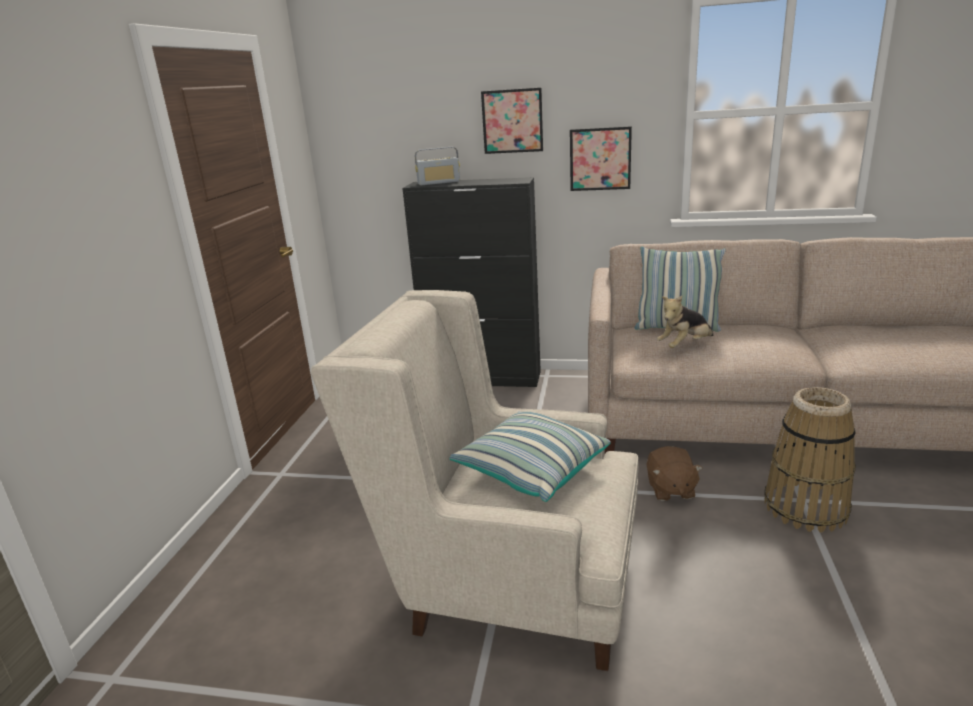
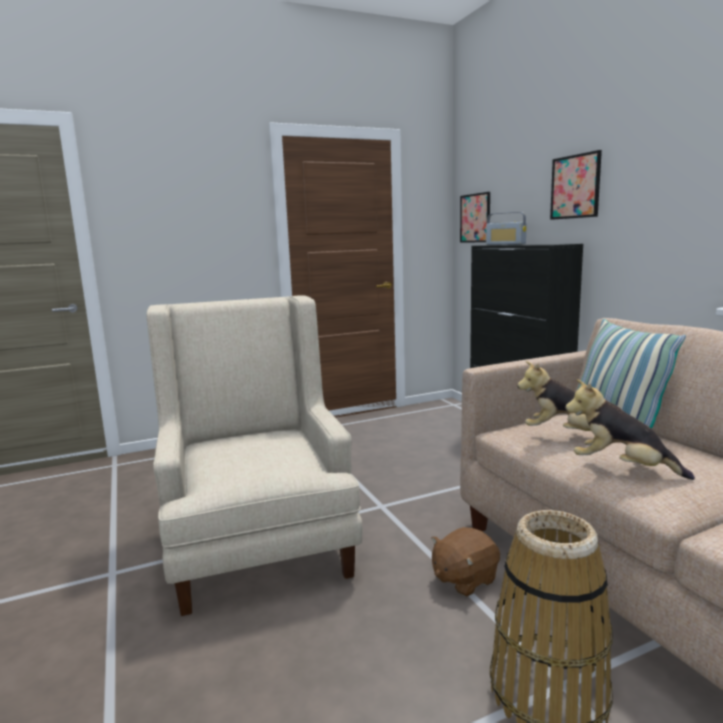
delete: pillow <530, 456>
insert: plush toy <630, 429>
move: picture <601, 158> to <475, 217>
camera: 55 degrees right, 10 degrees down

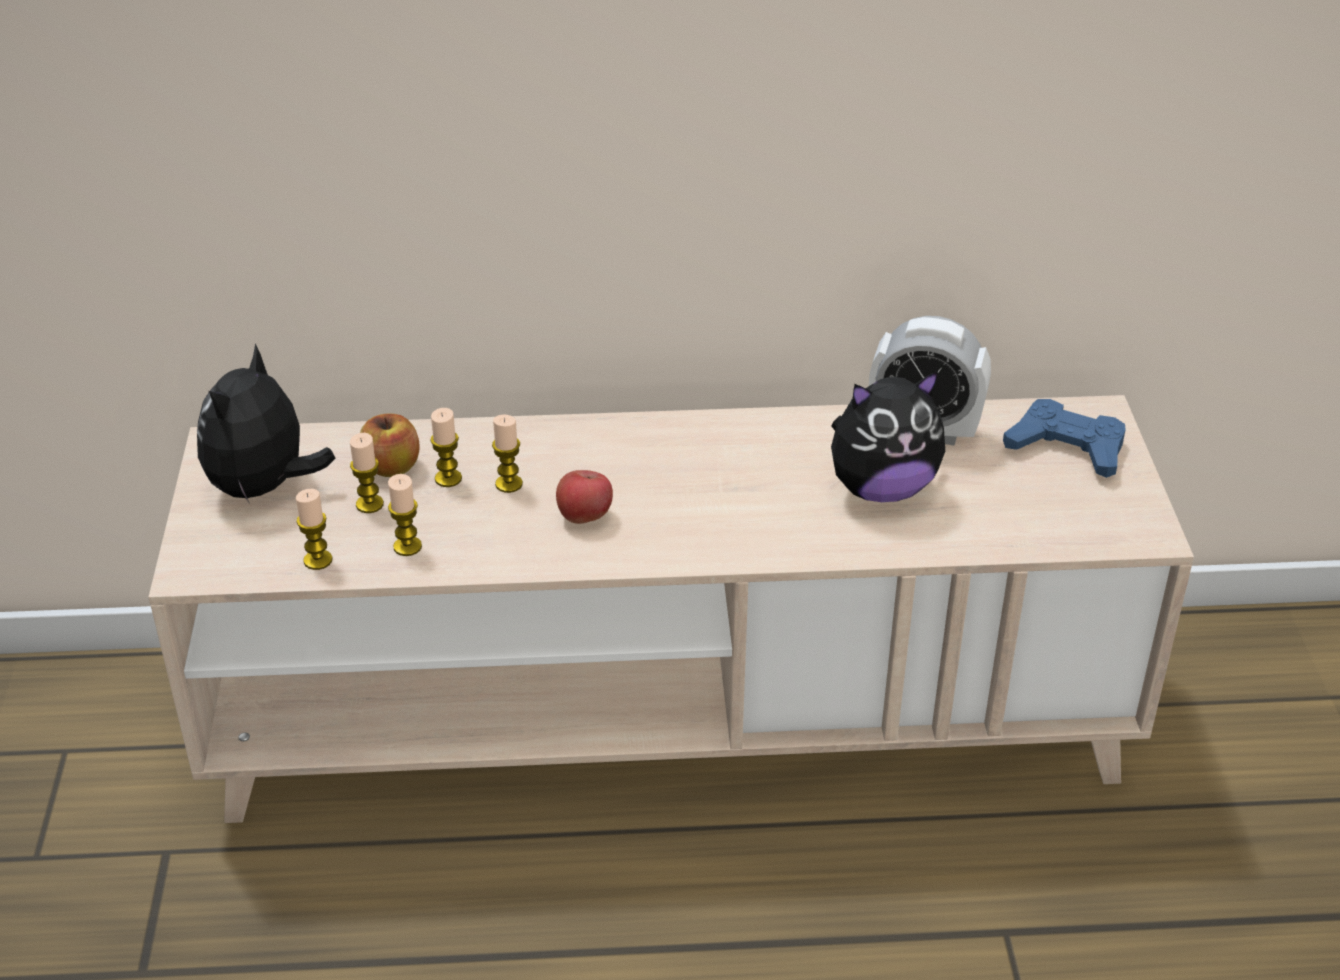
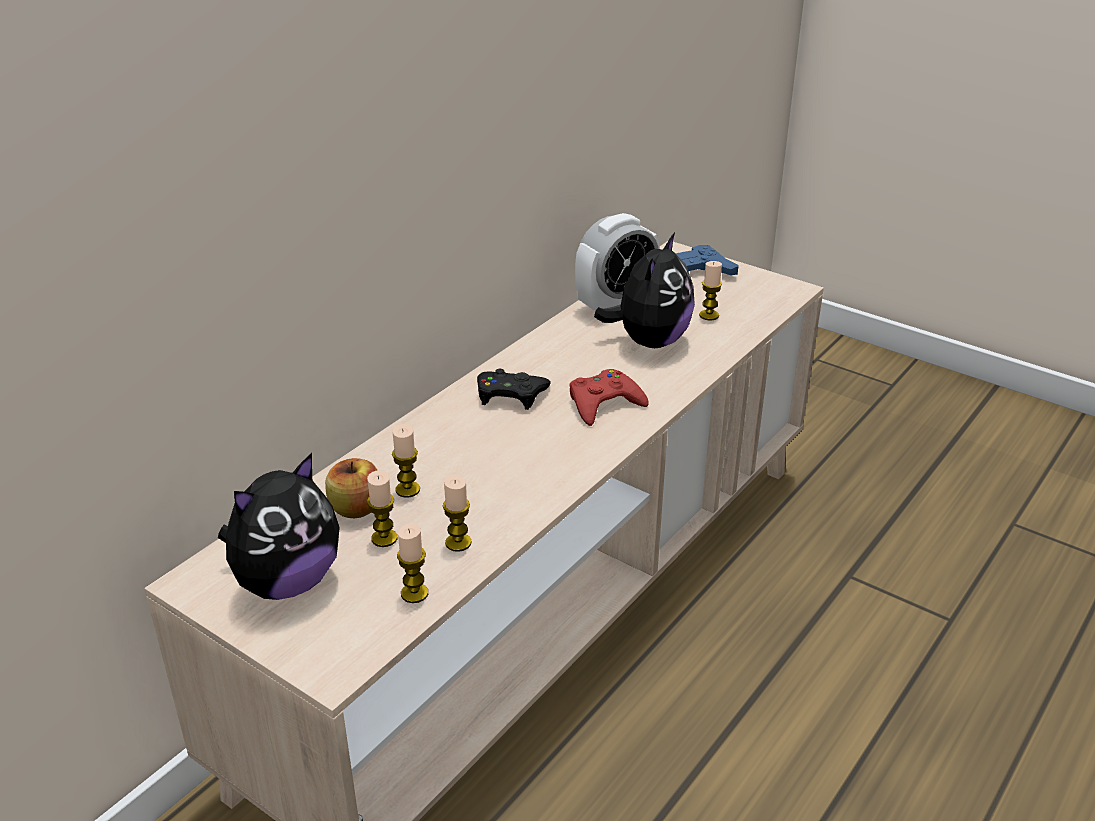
delete: apple <584, 497>
insert: game controller (black) <514, 389>; game controller (red) <609, 397>
move: candle <507, 454> to <710, 290>
rotate: plush toy <266, 423> = <279, 526> 105 degrees counterclockwise
camera: 50 degrees left, 5 degrees down

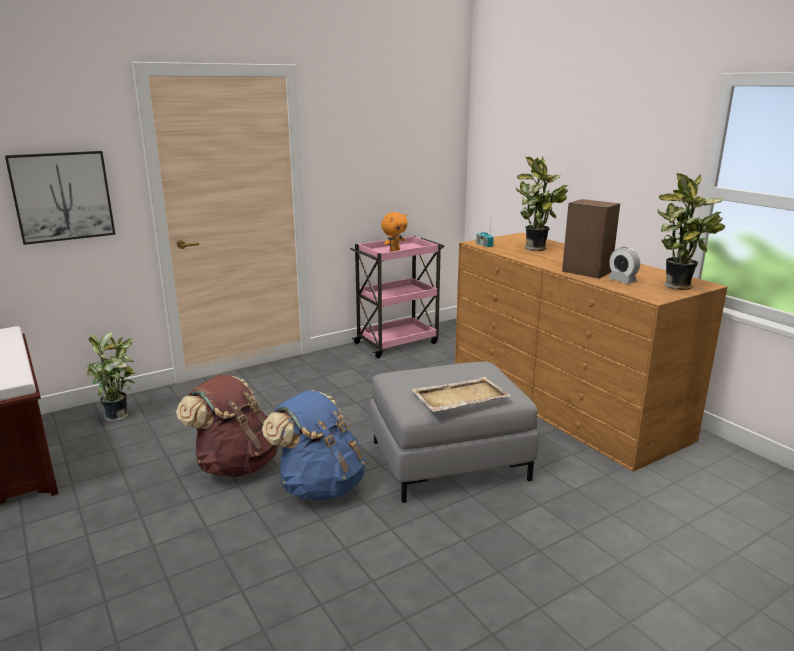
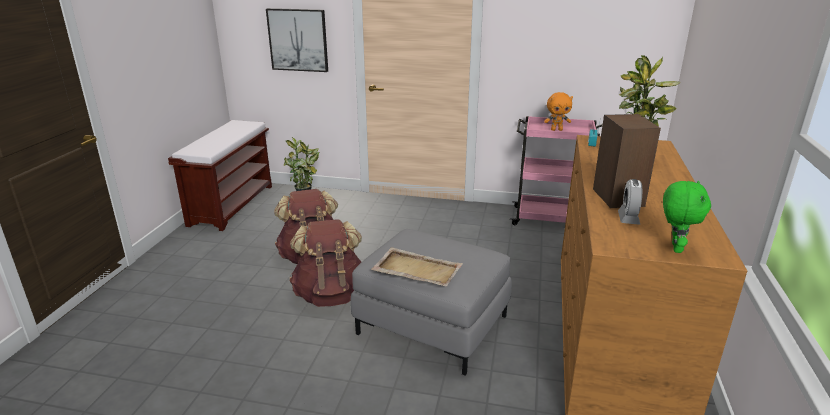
replace: potted plant <691, 231> to plush toy (green) <687, 217>
recolor: backpack (blue) <314, 445> to backpack (brown) <325, 263>
camera: 45 degrees right, 5 degrees up

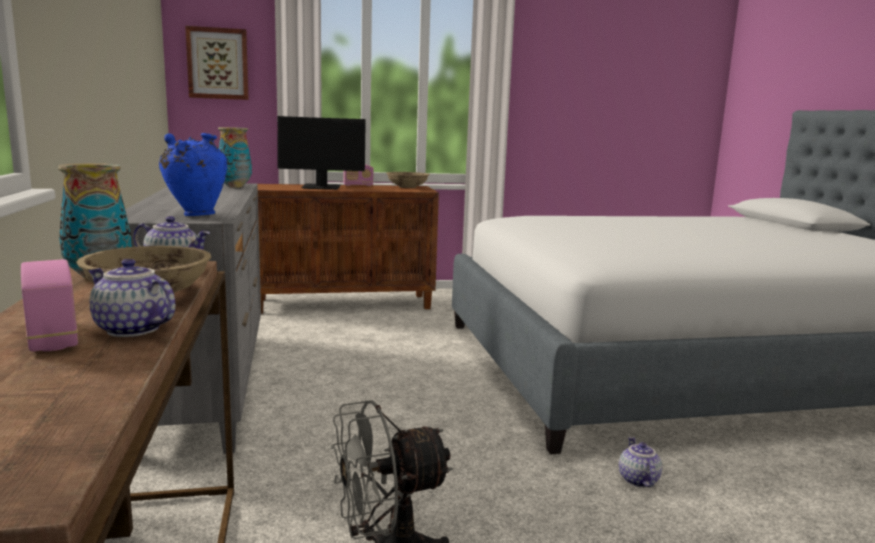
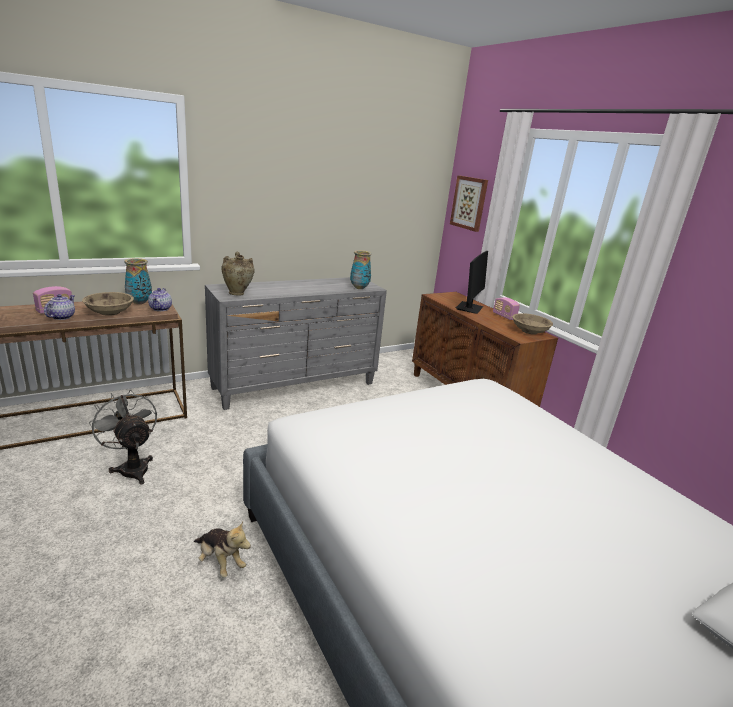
replace: teapot <640, 462> to plush toy <222, 549>
recolor: vase (blue) <193, 174> to vase (beige) <238, 274>
rotate: monitor <321, 153> = <472, 282> 135 degrees counterclockwise
camera: 70 degrees right, 10 degrees up

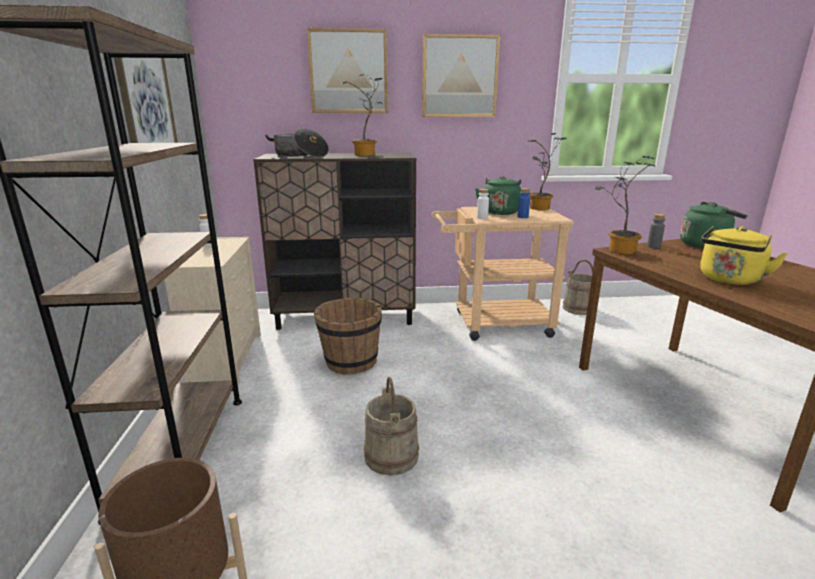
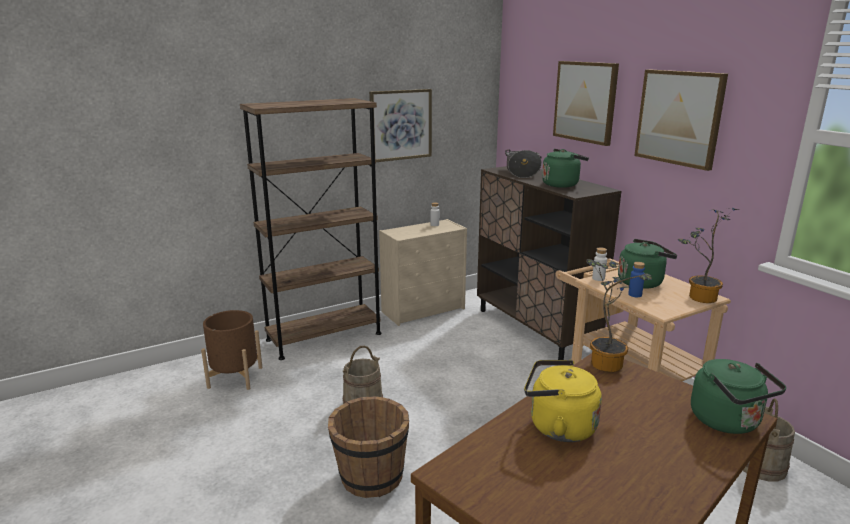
delete: bottle (grey) <656, 231>
move: bucket (brown) <348, 336> to <368, 447>
replace: potted plant <362, 115> to kettle (green) <565, 168>
camera: 65 degrees right, 0 degrees up

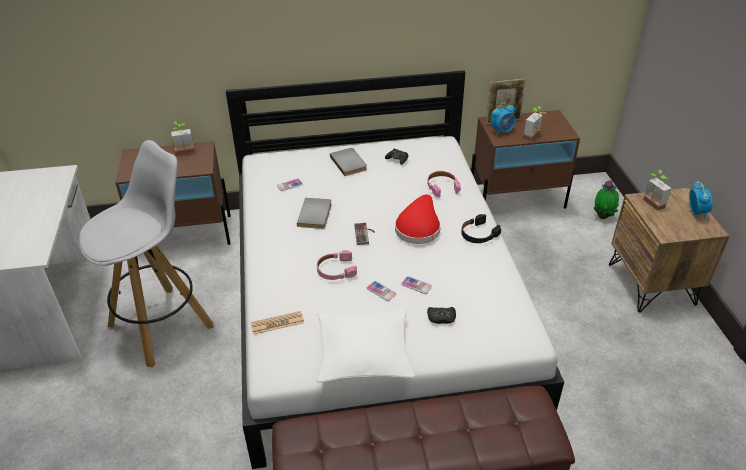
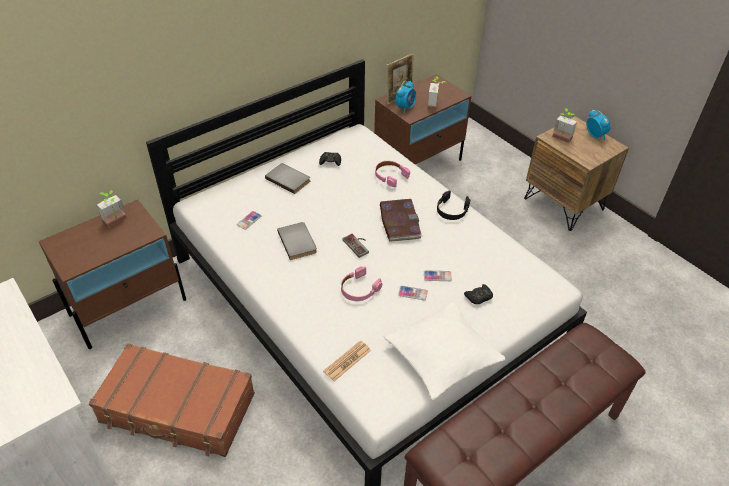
delete: potted plant <606, 199>
replace: stool (white) <146, 254> to suitcase (brown) <172, 400>; hat (red) <418, 219> to book <401, 220>
camera: 30 degrees left, 5 degrees up

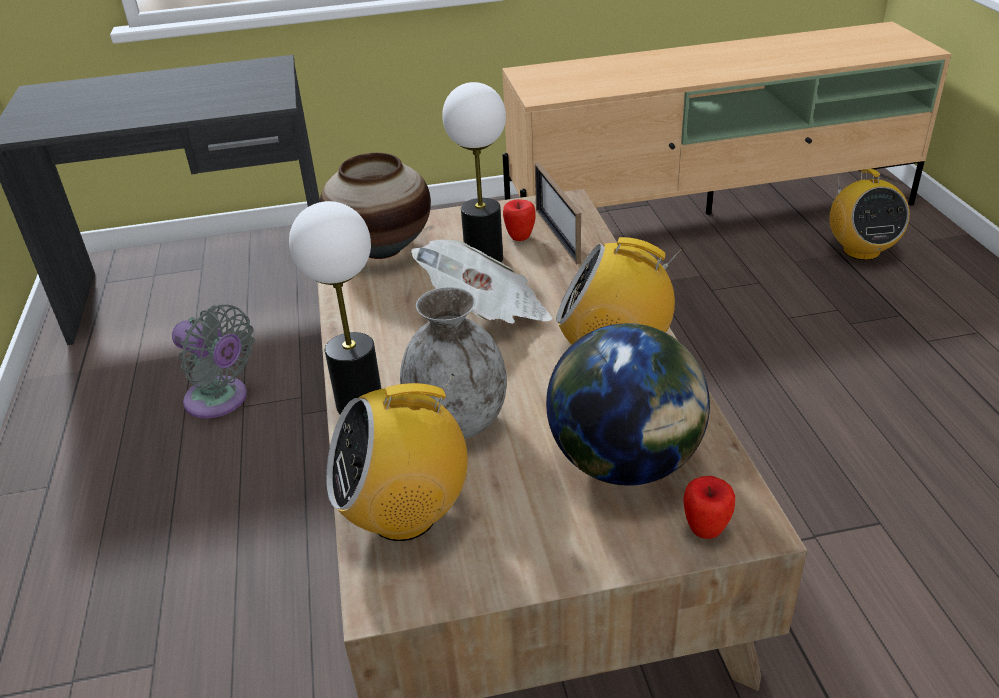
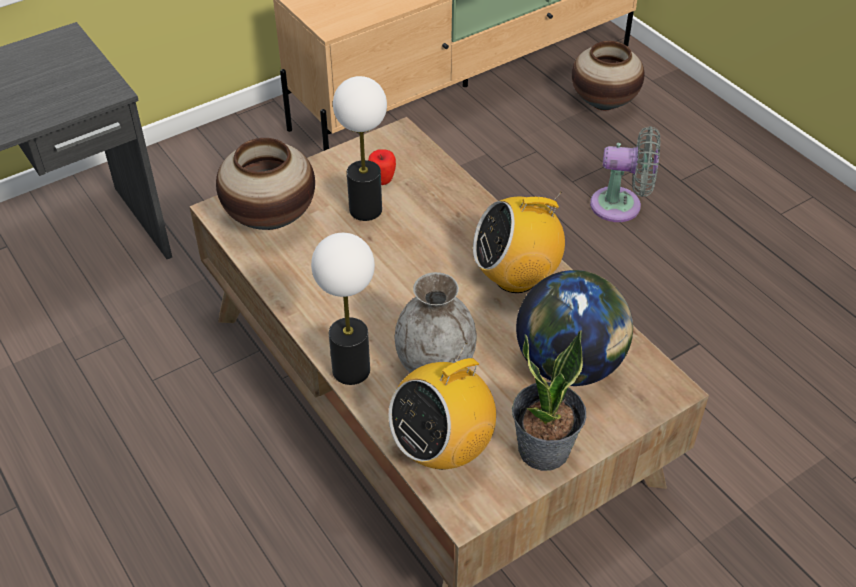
delete: newspaper <482, 281>; picture frame <558, 214>; apple <709, 507>
insert: potted plant <549, 400>
move: fan (grey) <213, 361> to <625, 174>
replace: radio <869, 214> to vase <608, 76>
camera: 25 degrees left, 10 degrees up

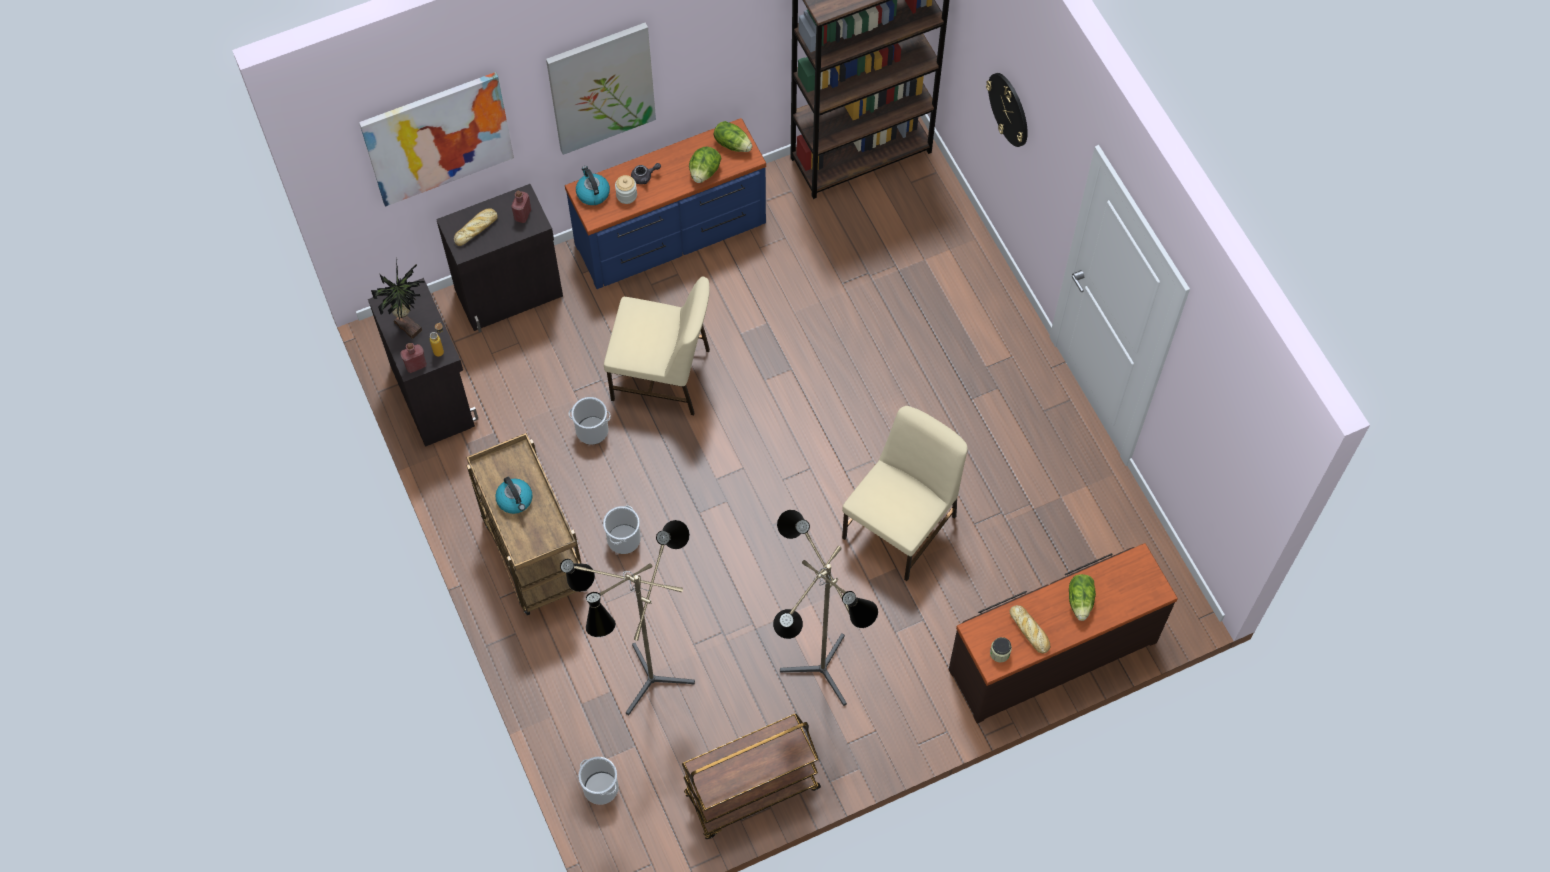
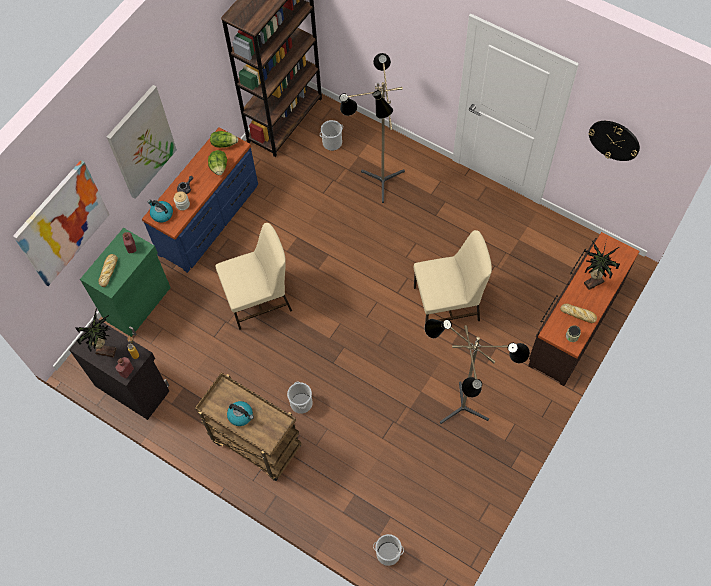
delete: cart (brown) <751, 776>
move: floor lamp <627, 617> to <372, 128>; bucket <590, 421> to <331, 135>; wall clock <1007, 110> to <614, 141>
replace: lettuce <1082, 597> to potted plant <602, 265>
recolor: cabinet (black) <499, 258> to cabinet (green) <125, 282>
rotate: chair (beige) <905, 493> = <453, 276> 75 degrees clockwise
camera: 30 degrees left, 0 degrees up

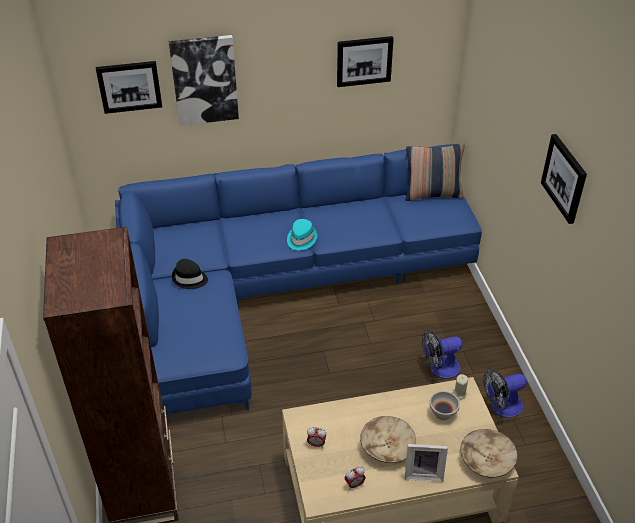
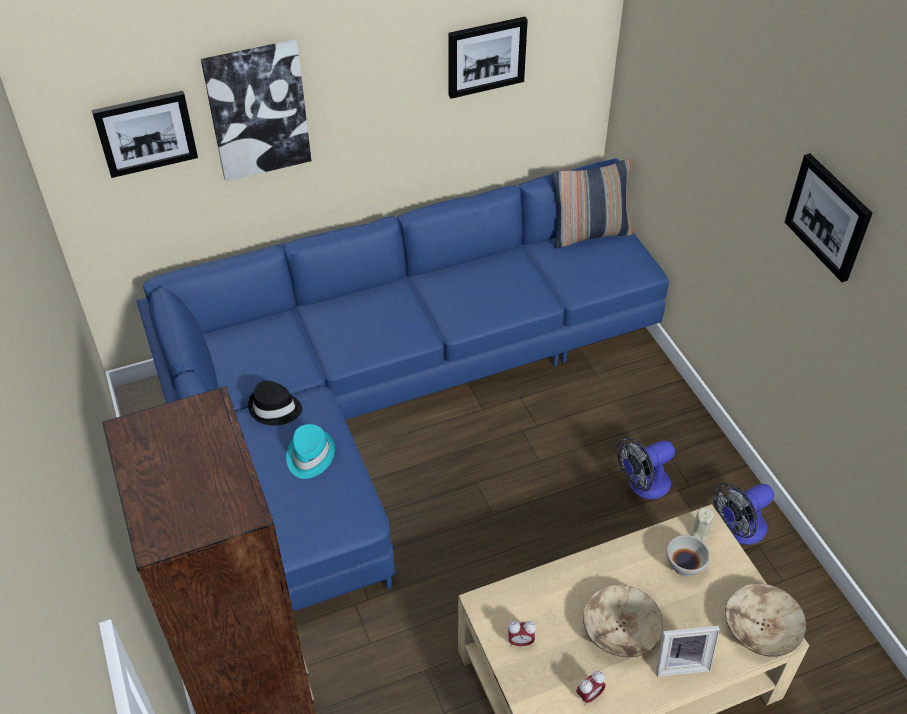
move: hat (turquoise) <302, 235> to <310, 451>
camera: 10 degrees left, 5 degrees up

